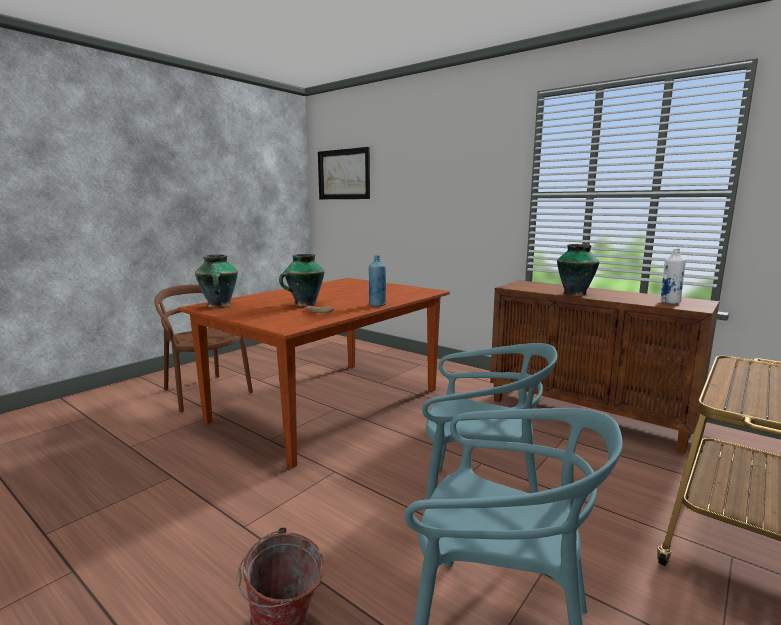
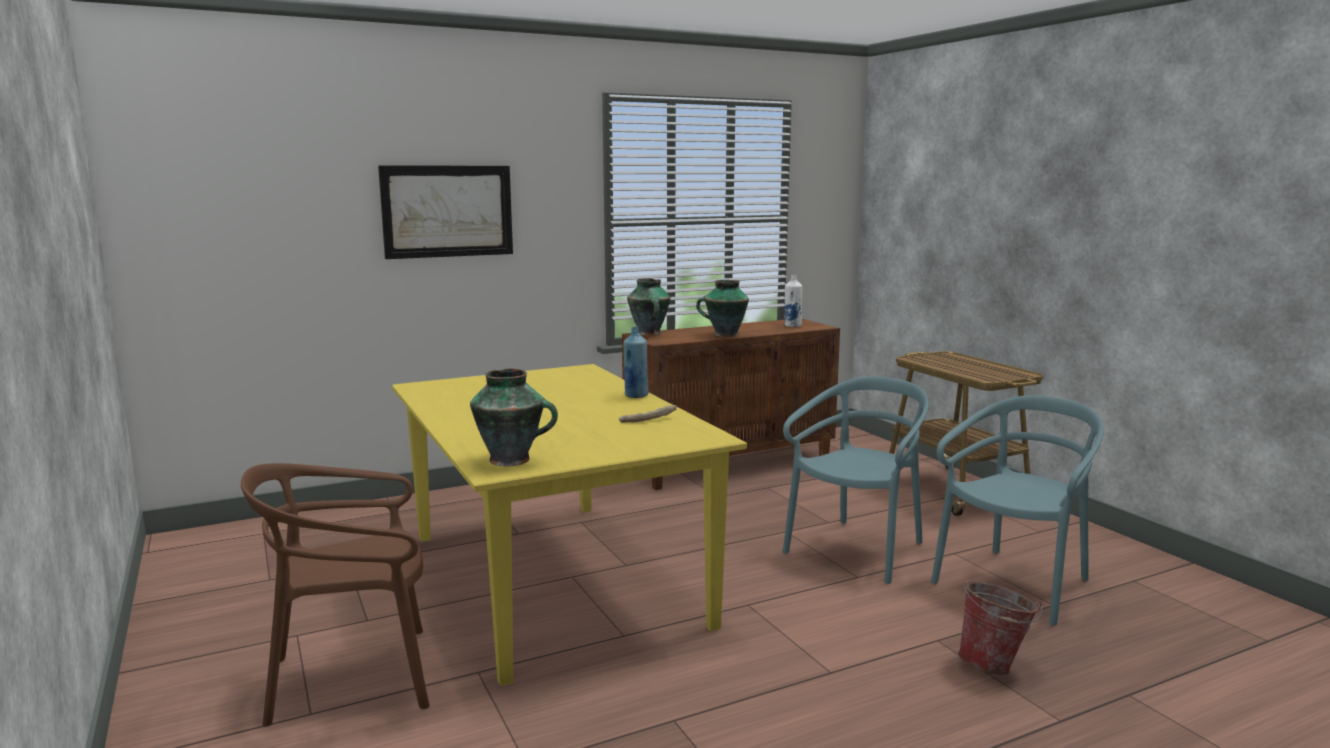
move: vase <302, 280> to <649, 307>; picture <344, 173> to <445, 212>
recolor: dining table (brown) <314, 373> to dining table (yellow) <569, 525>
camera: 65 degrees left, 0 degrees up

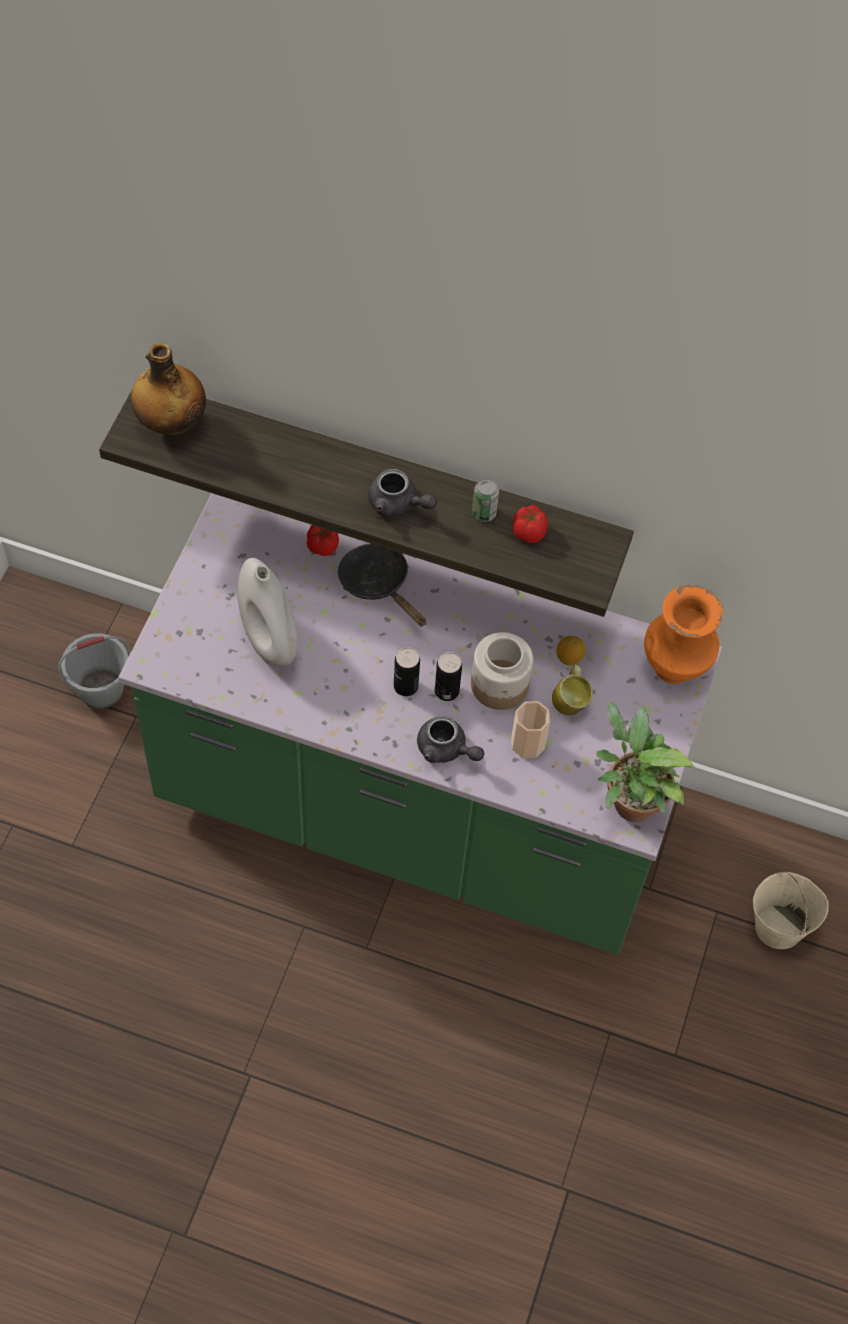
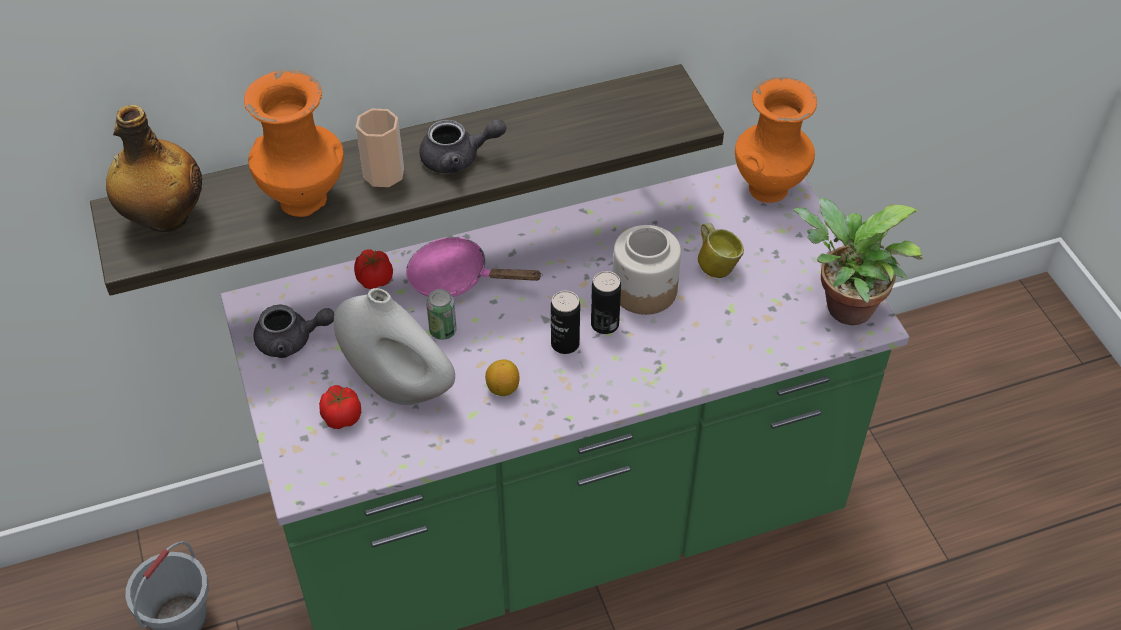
delete: bucket (beige) <791, 910>
insert: vase (orange) <294, 143>
move: teapot (grey) <450, 739> to <294, 331>; can <485, 500> to <441, 314>; cup <530, 729> to <380, 148>; tomato <530, 524> to <340, 407>; lemon <571, 651> to <502, 377>
recolor: frying pan (black) <382, 585> to frying pan (pink) <474, 266>
camera: 35 degrees left, 10 degrees down

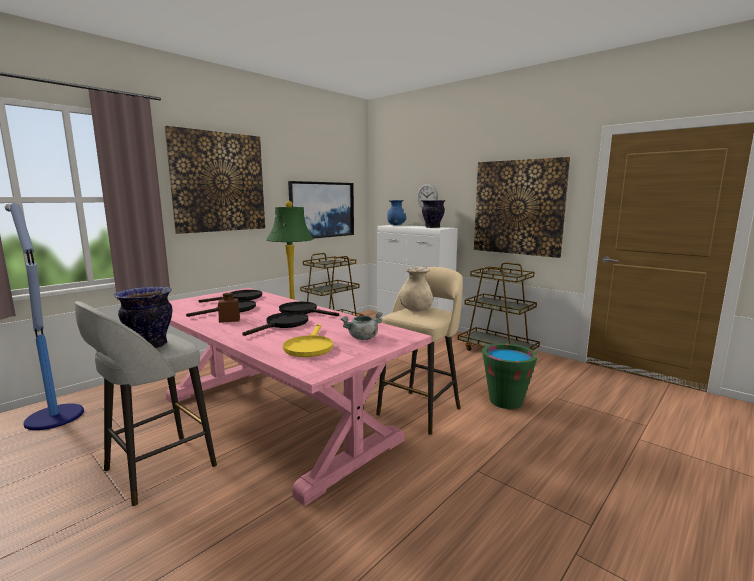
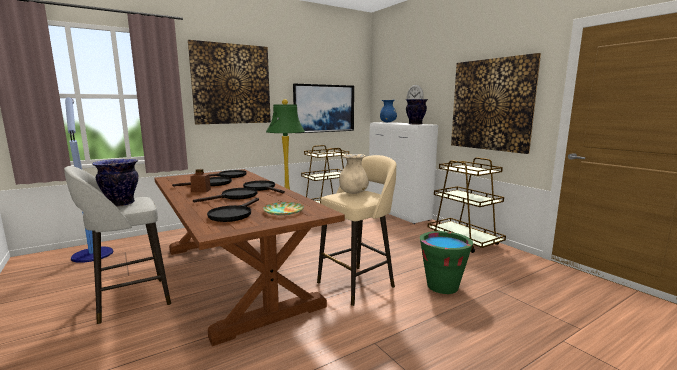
replace: cooking pot (grey) <361, 326> to plate <283, 208>
recolor: dining table (pink) <299, 397> to dining table (brown) <249, 257>; frying pan (yellow) <308, 340> to frying pan (black) <233, 210>
camera: 15 degrees right, 0 degrees up

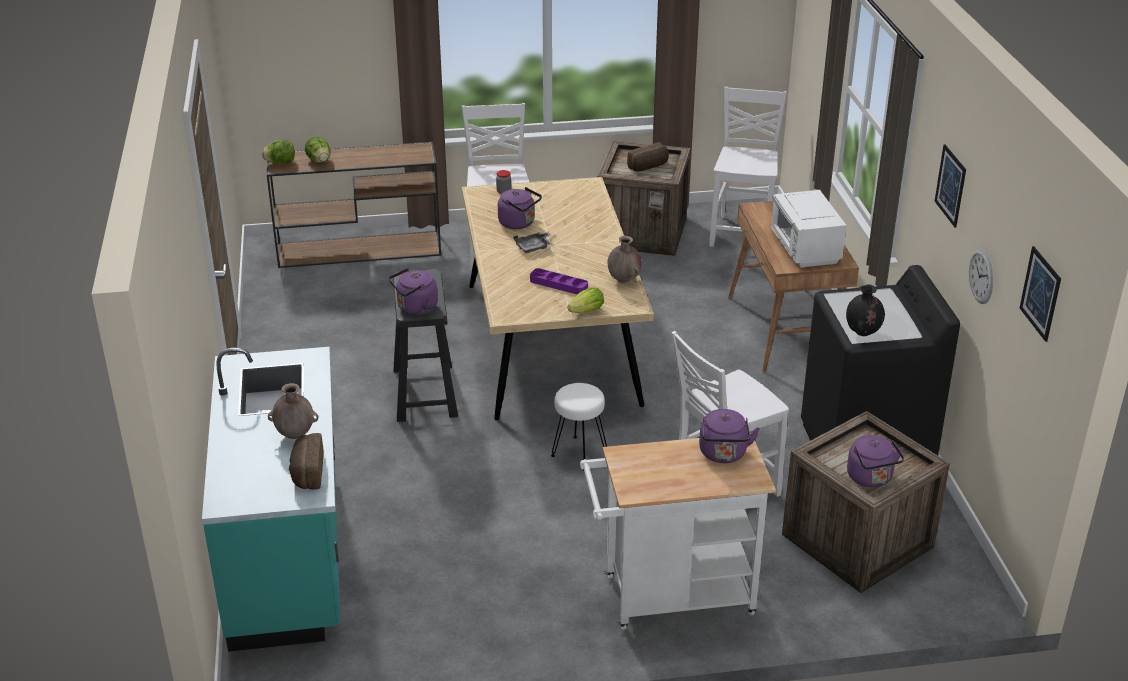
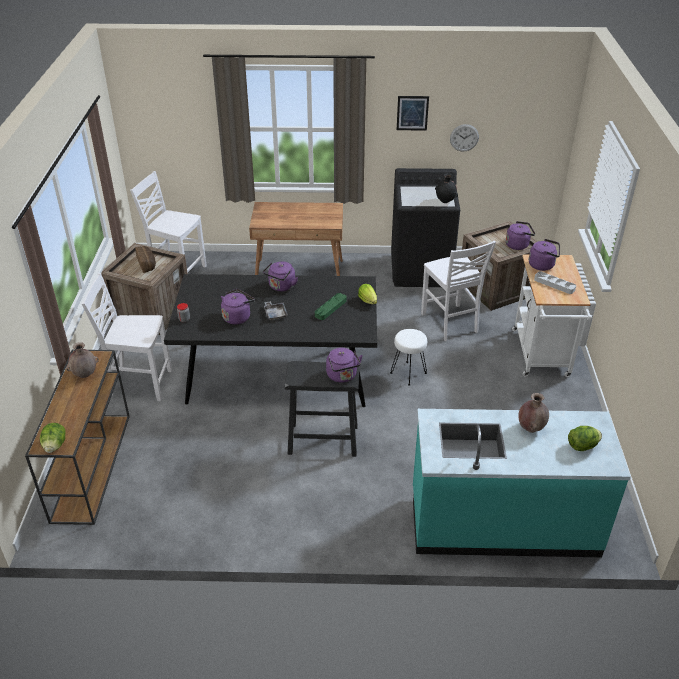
delete: bread <306, 461>; microwave (white) <809, 229>; picture <1040, 294>
insert: kettle (purple) <280, 276>; tray (grey) <555, 282>
move: lettuce <317, 150> to <585, 438>; vase (brown) <624, 259> to <82, 360>
recolor: dining table (beige) <558, 298> to dining table (black) <270, 340>; tray (purple) <559, 281> to tray (green) <331, 306>
camera: 80 degrees left, 5 degrees up

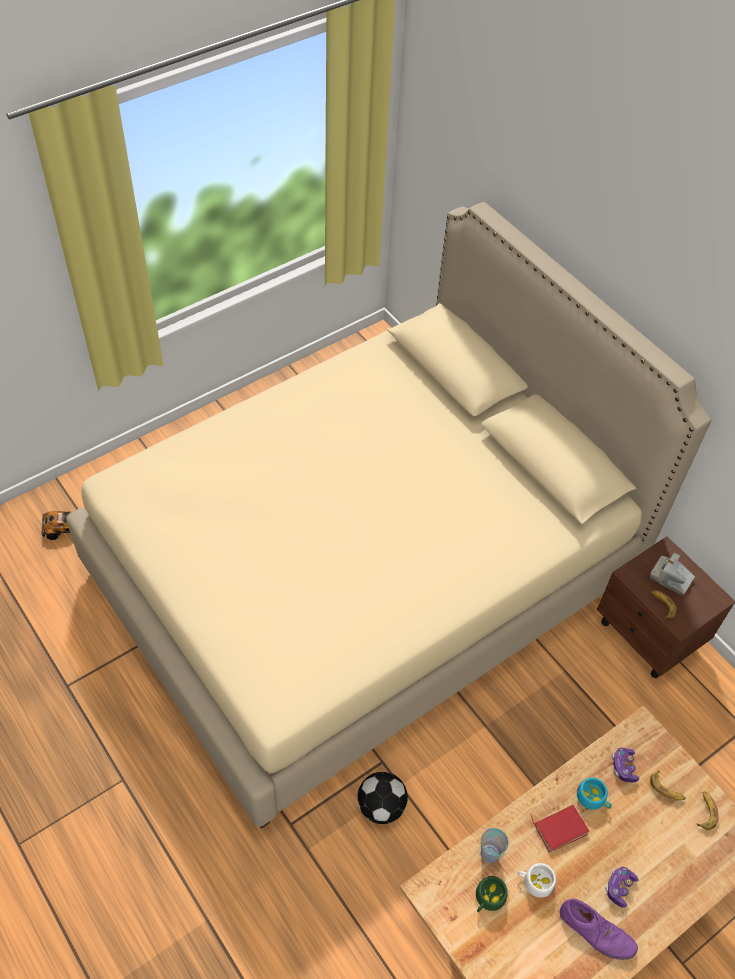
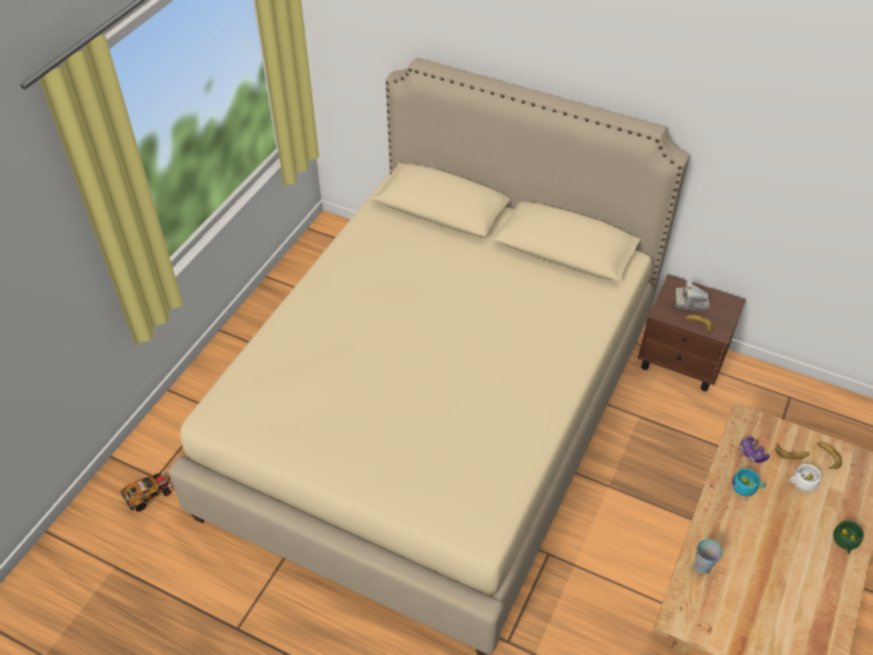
delete: football <382, 798>; book (red) <559, 829>; shoe (purple) <599, 929>; game controller <621, 887>
move: cup (green) <492, 894> to <848, 537>; cup (white) <537, 880> to <805, 478>
camera: 25 degrees left, 5 degrees down

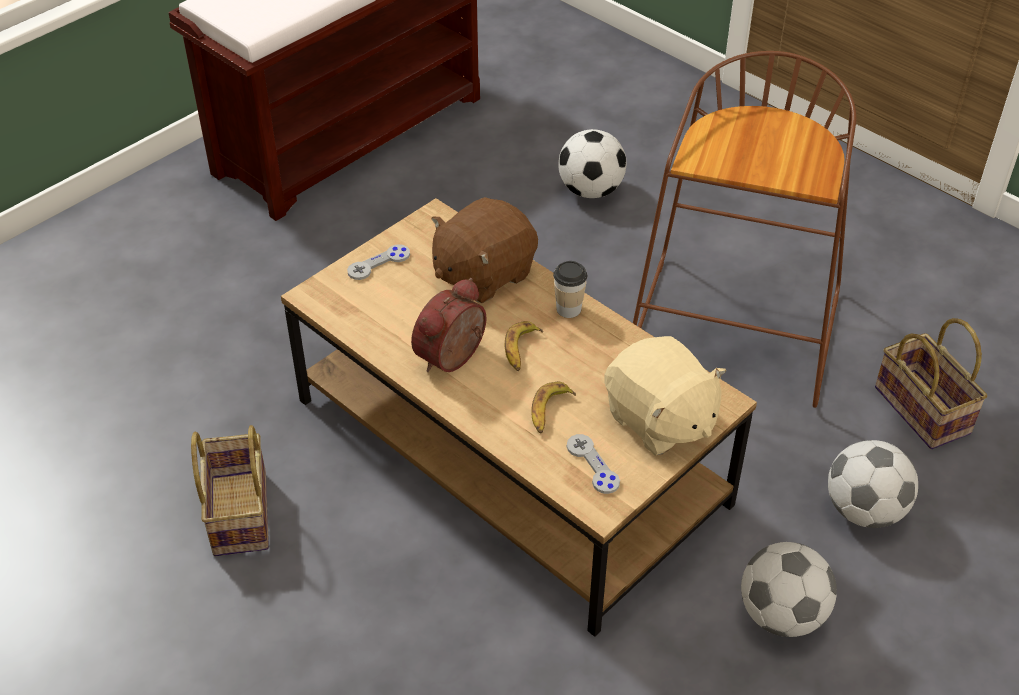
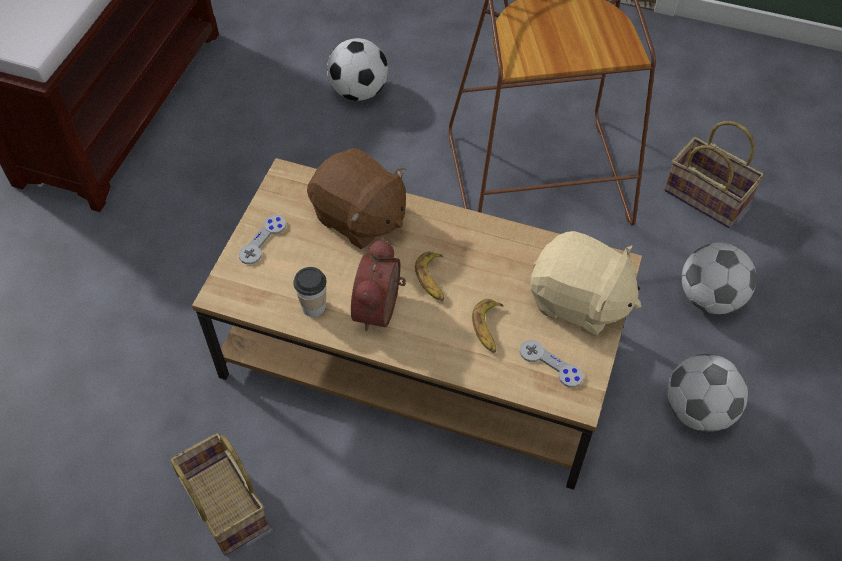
move: cup <570, 289> to <310, 292>
rotate: plush toy (brown) <484, 250> = <356, 198> 75 degrees counterclockwise
camera: 25 degrees left, 10 degrees up

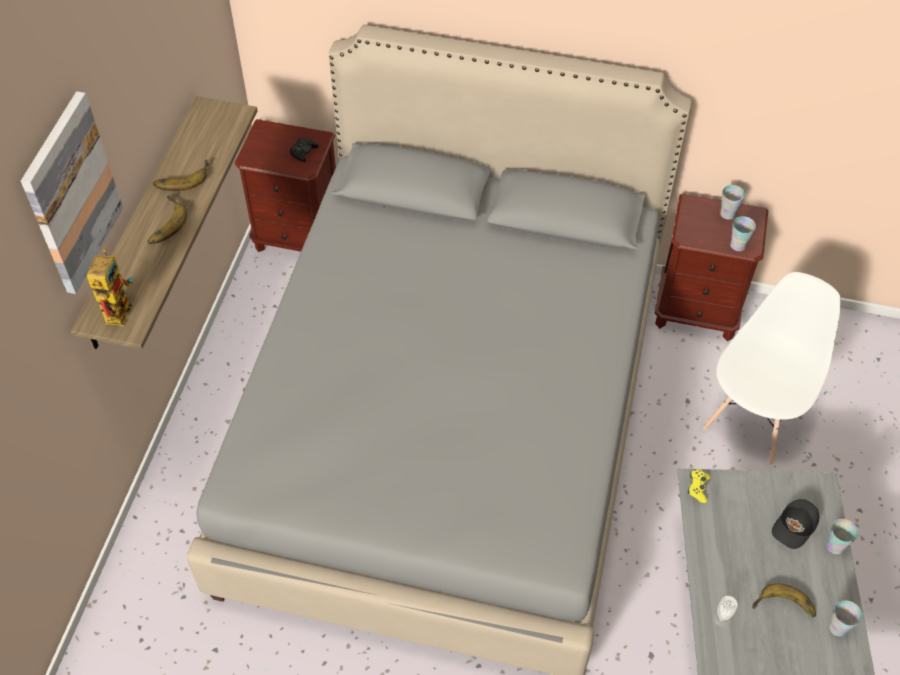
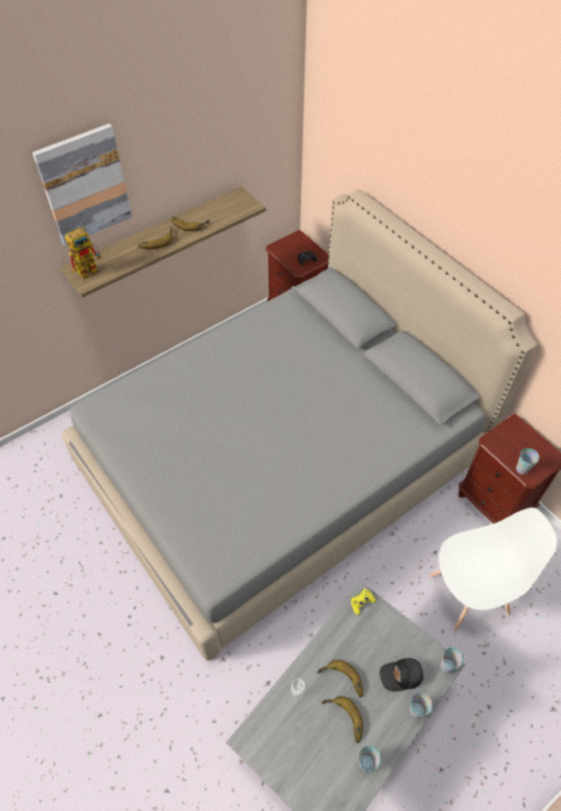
insert: banana <340, 678>
move: cup <732, 202> to <452, 660>
camera: 40 degrees right, 0 degrees up

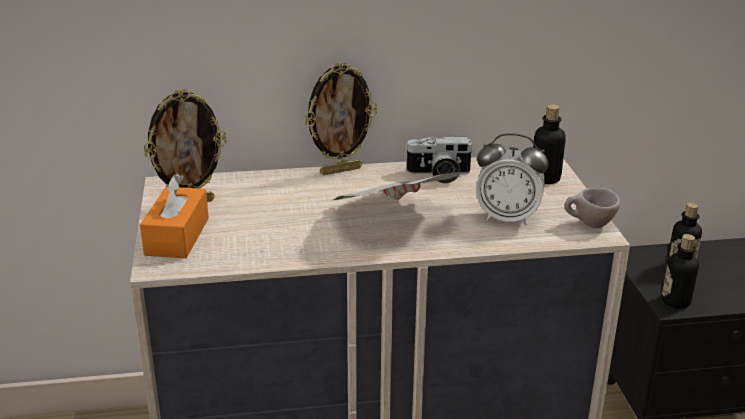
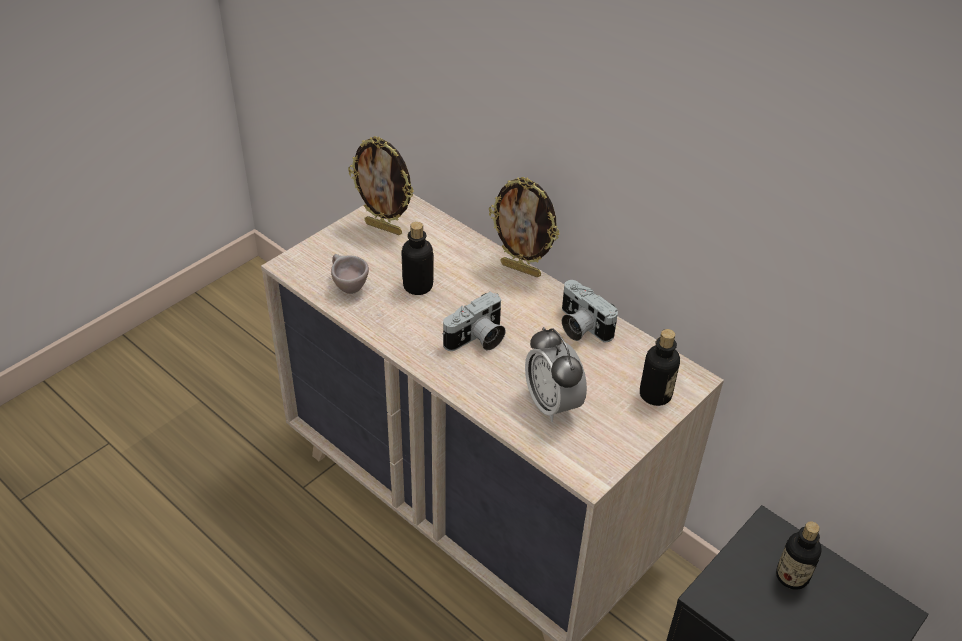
delete: tissue box (orange) <174, 216>
move: cup (beige) <592, 208> to <350, 274>; bottle <680, 271> to <417, 258>
replace: newspaper <398, 186> to photo camera <474, 321>
camera: 50 degrees right, 15 degrees up

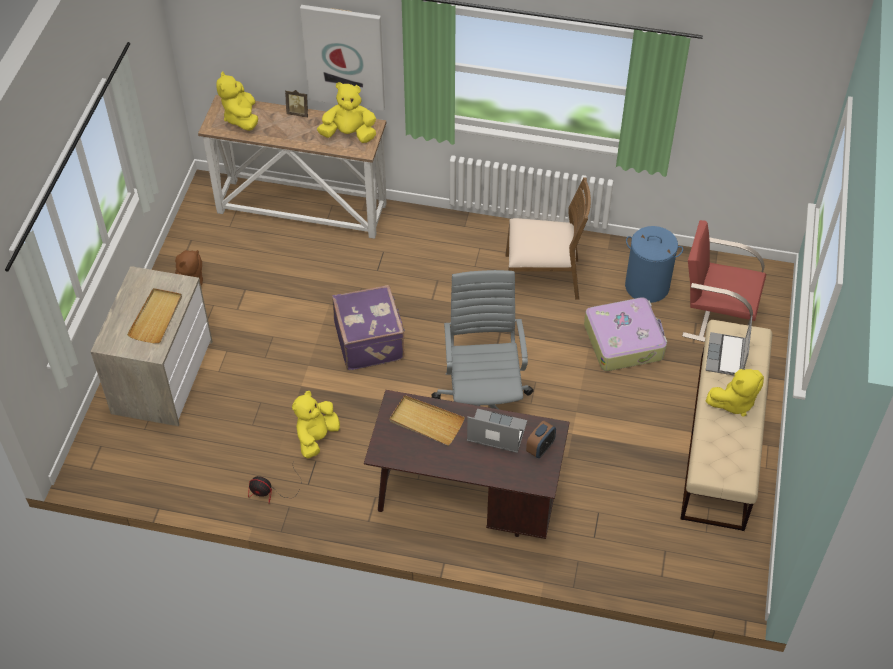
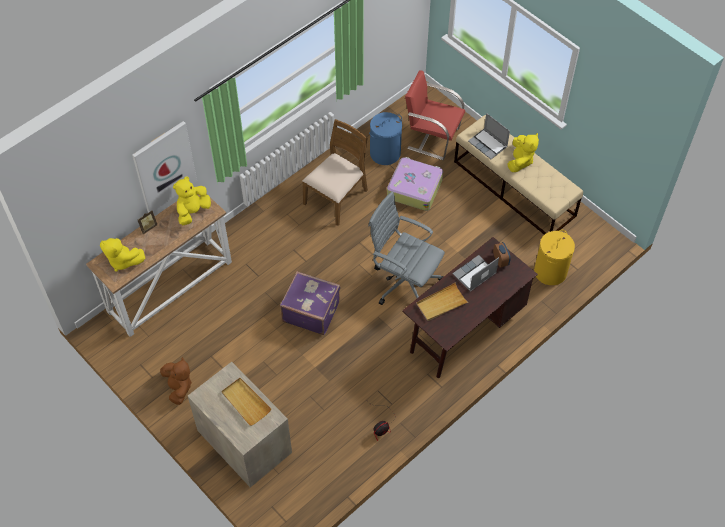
delete: plush toy (yellow) <316, 424>
insert: laundry basket (yellow) <554, 257>
rotate: chair (red) <724, 281> = <435, 115> 60 degrees clockwise
camera: 55 degrees left, 5 degrees up

